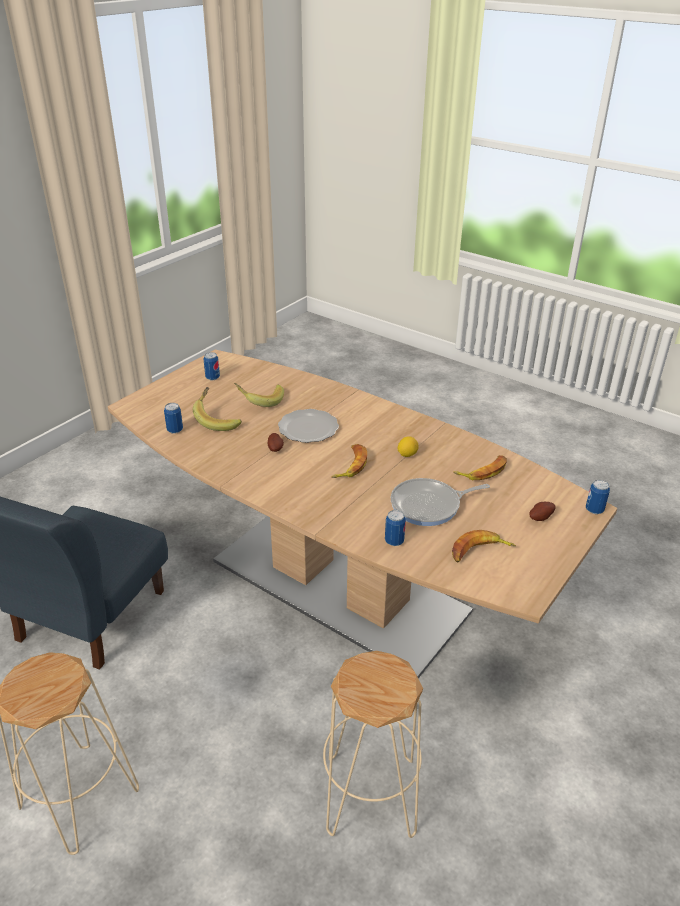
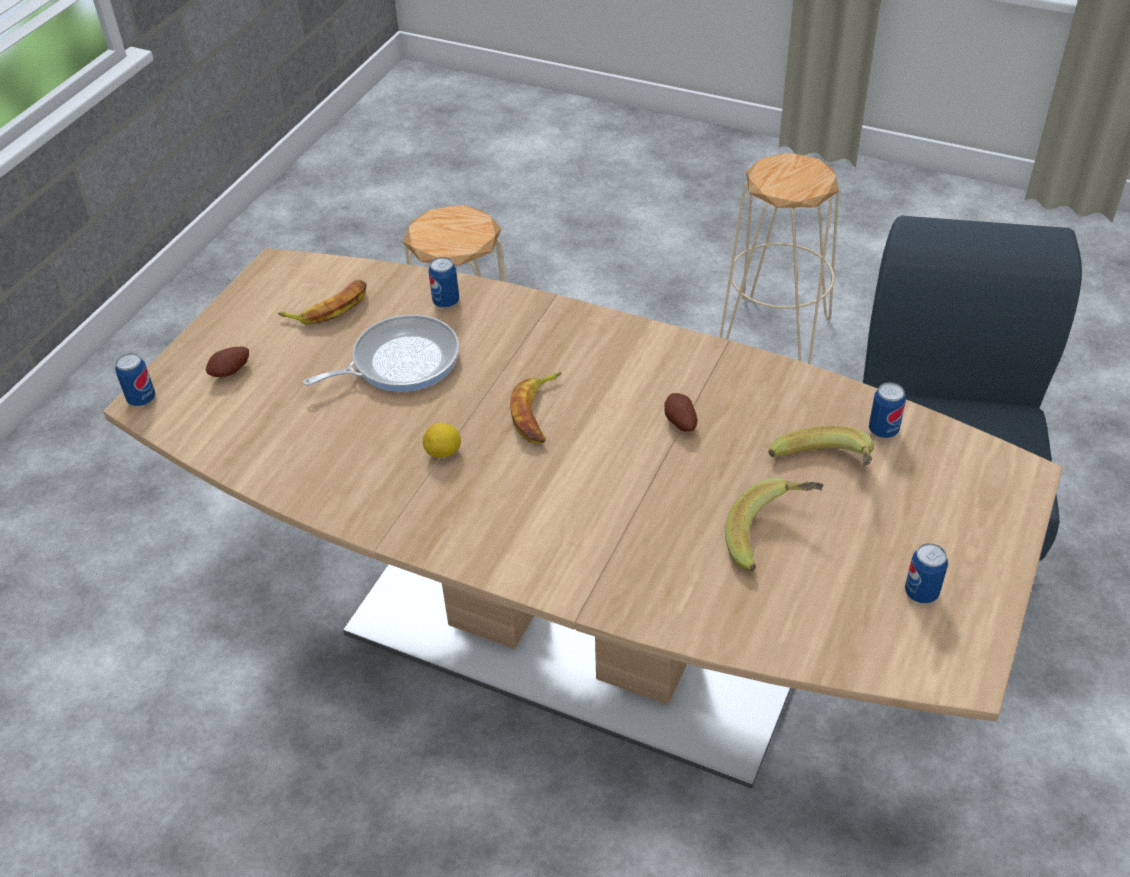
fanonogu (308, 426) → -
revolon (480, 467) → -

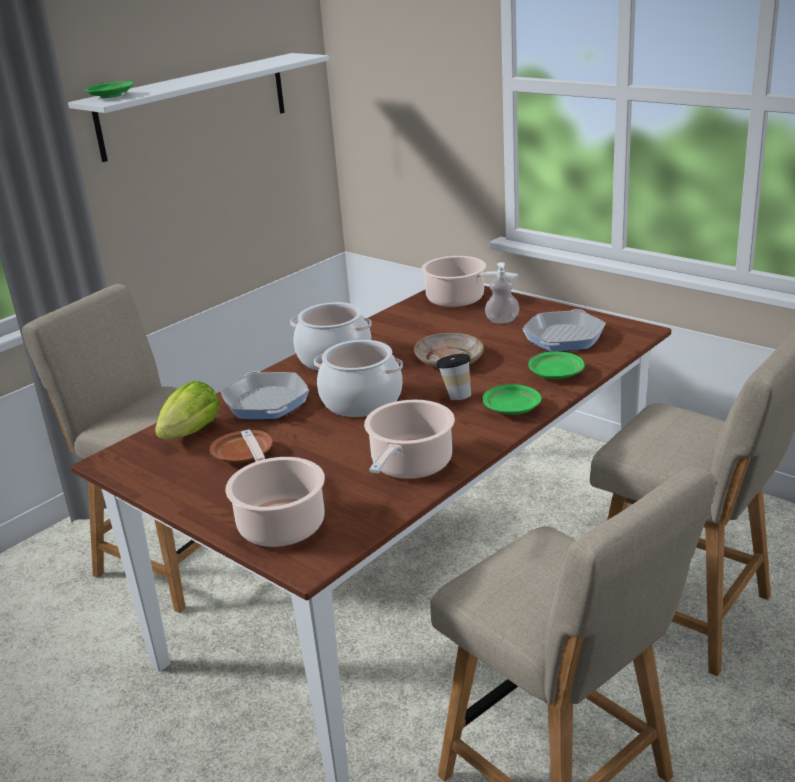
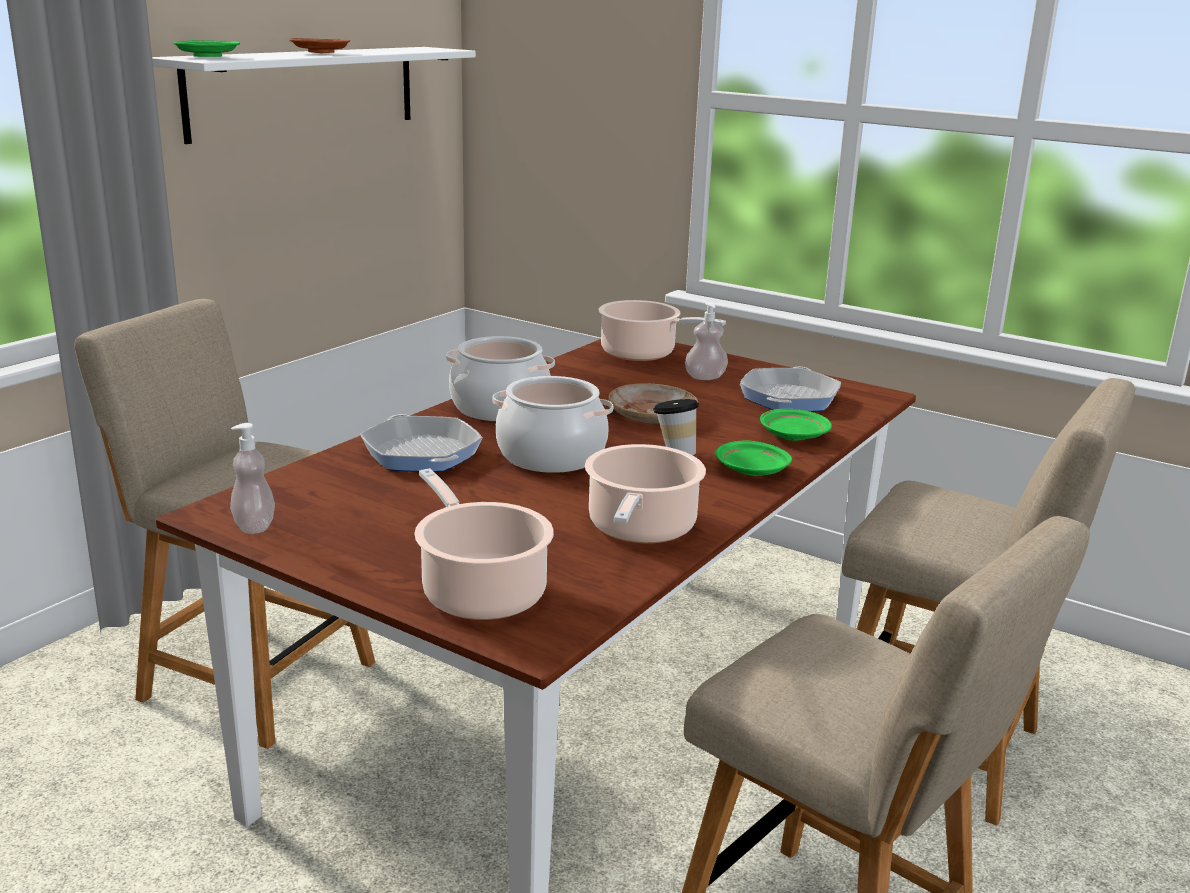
- → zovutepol (252, 478)
brown_fanonogu (241, 446) → brown_fanonogu (319, 45), shifted
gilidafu (187, 410) → -

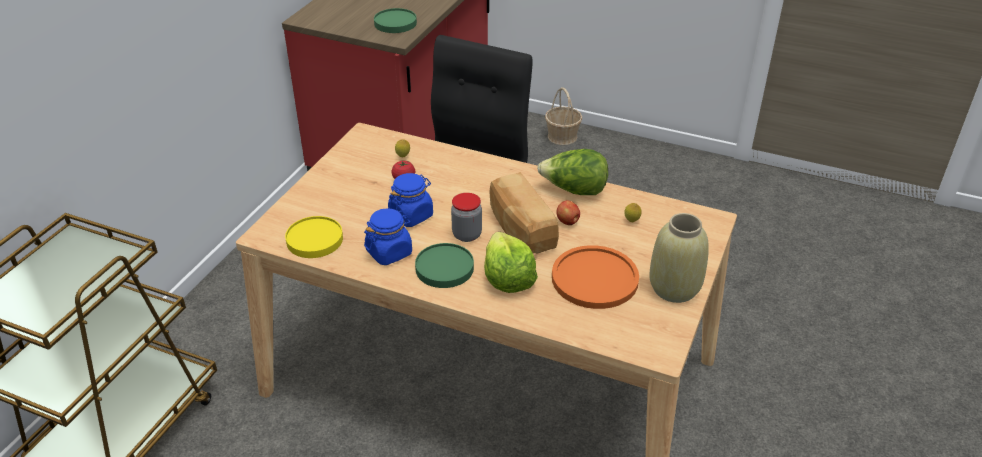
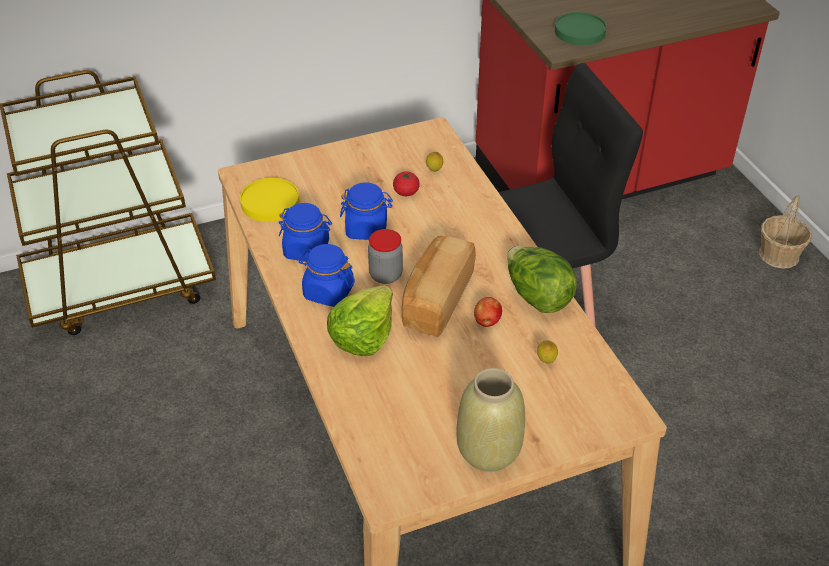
green_fanonogu (444, 265) → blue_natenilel (327, 275)
orange_fanonogu (595, 277) → -

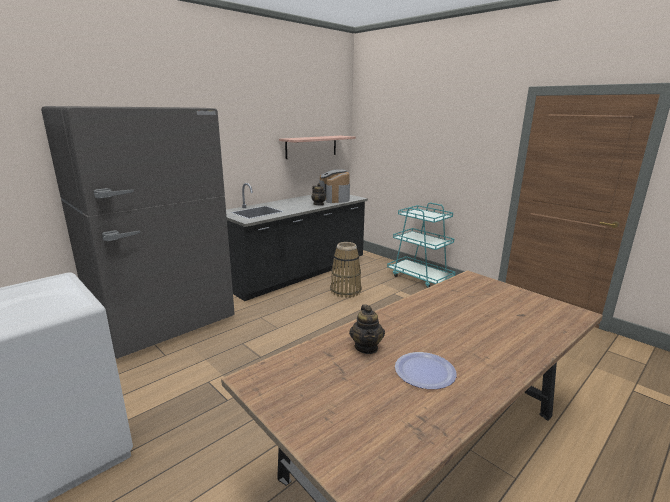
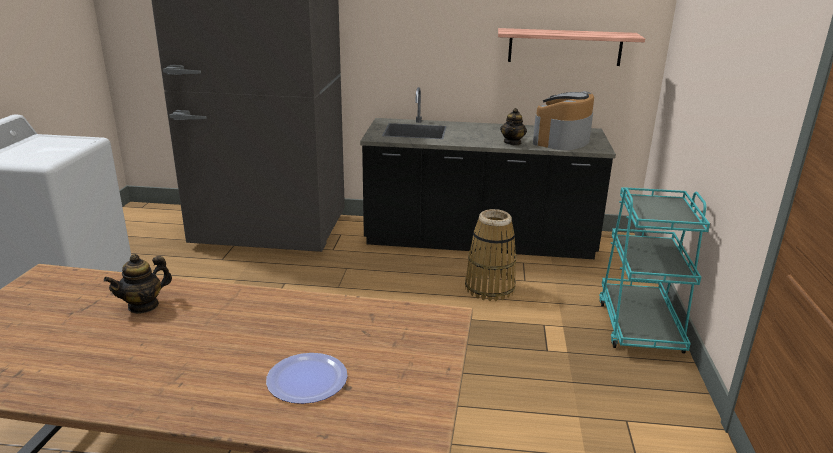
fanonogu (426, 370) → fanonogu (307, 378), shifted

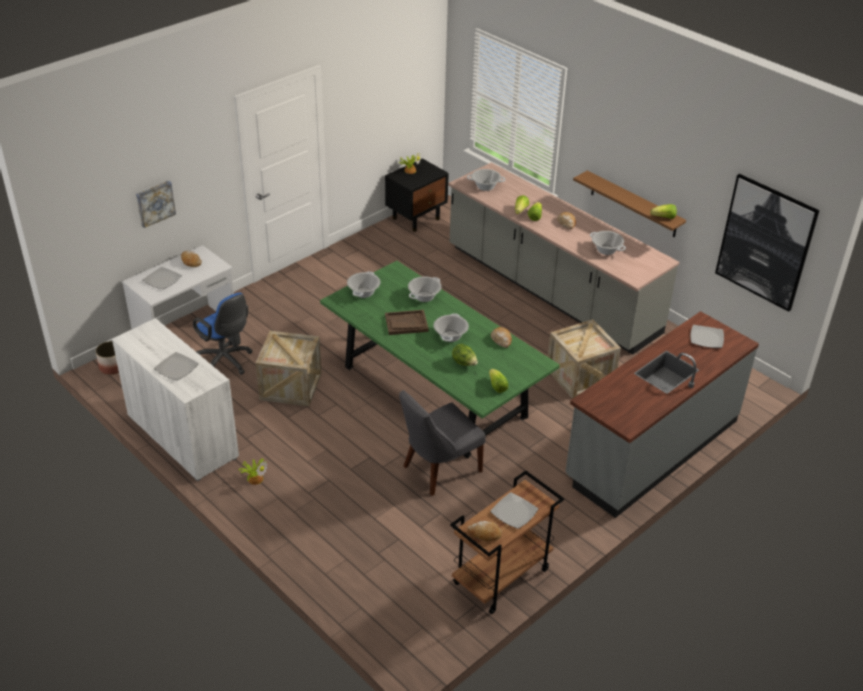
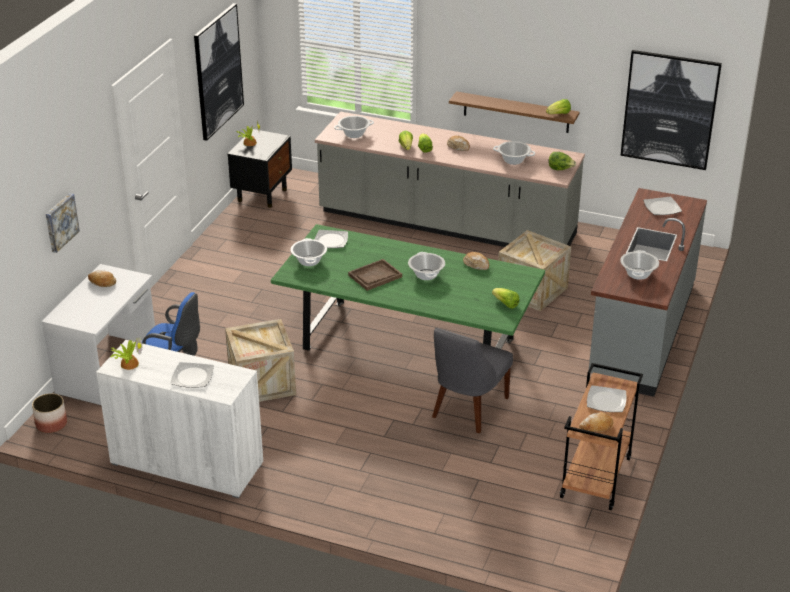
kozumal (253, 472) → kozumal (126, 353), shifted
- → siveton (219, 72)
fanonogu (162, 278) → fanonogu (331, 239), shifted
gilidafu (465, 355) → gilidafu (562, 161), shifted
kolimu (425, 289) → kolimu (639, 265), shifted

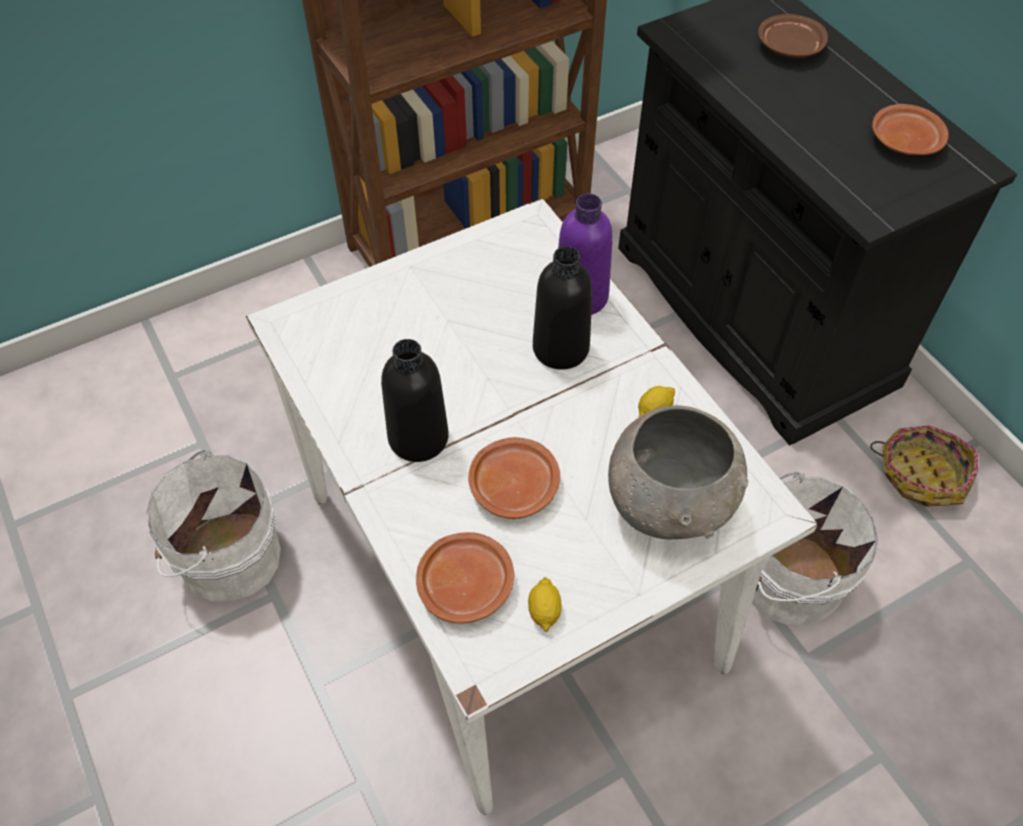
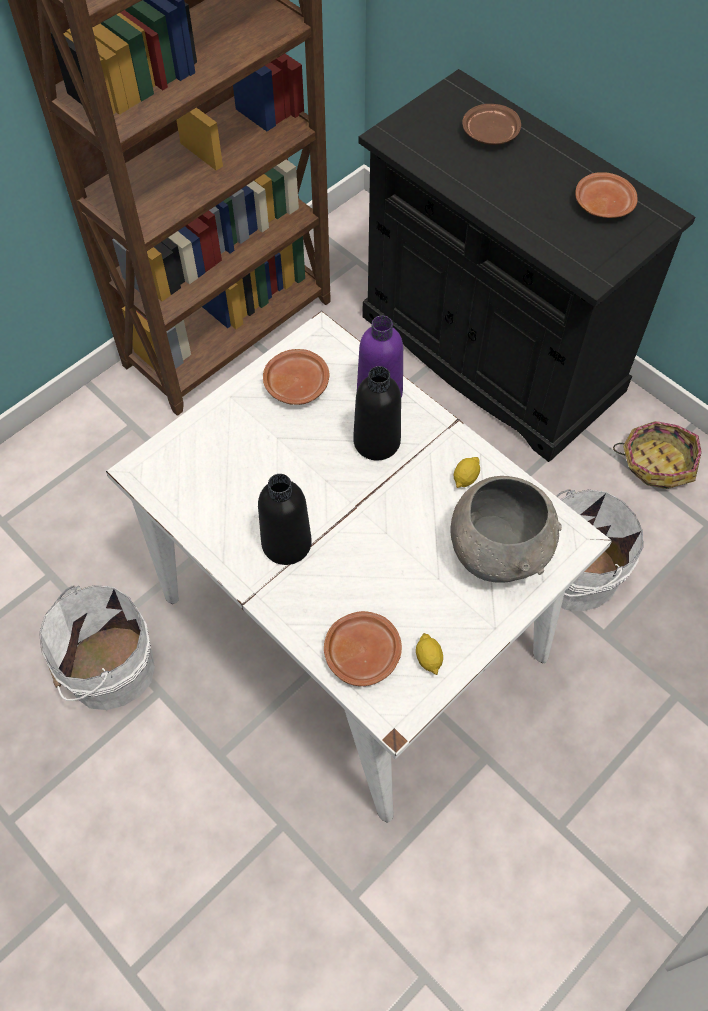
brown_fanonogu (514, 478) → brown_fanonogu (296, 377), shifted

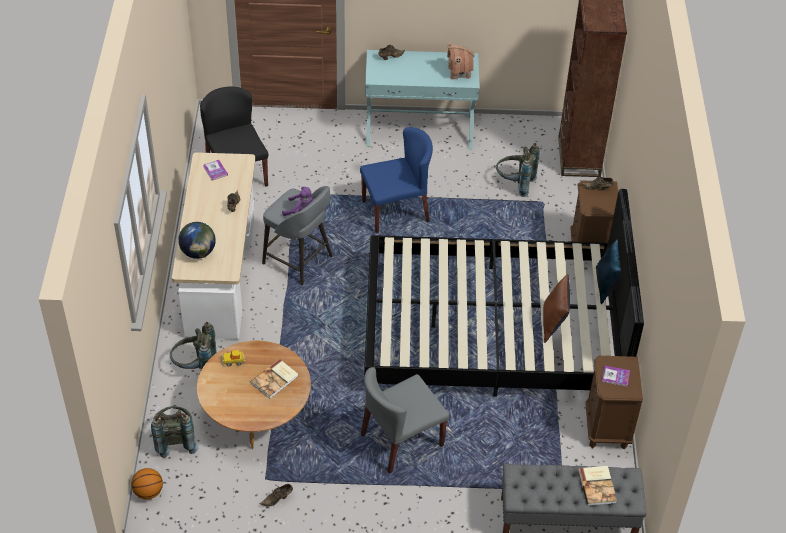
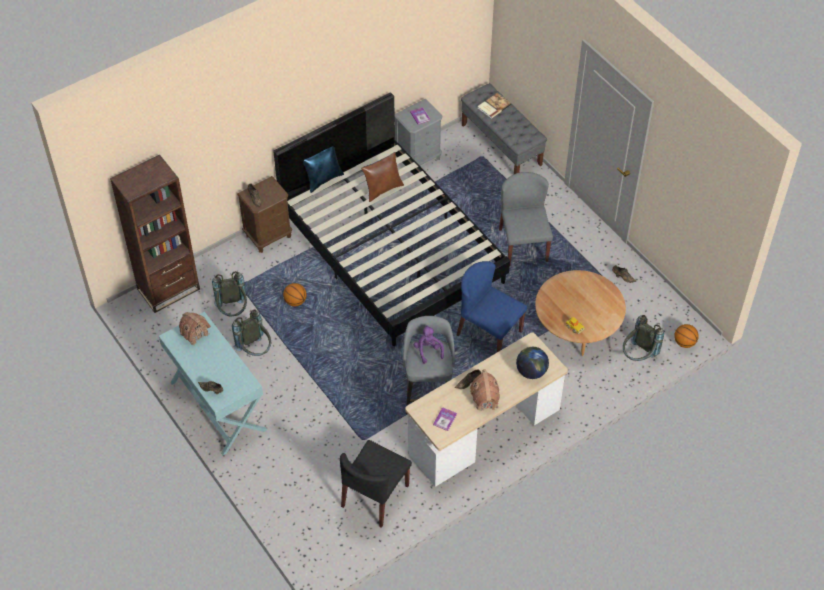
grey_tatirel (193, 346) → grey_tatirel (251, 332), shifted
- → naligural (295, 294)
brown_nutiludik (614, 402) → grey_nutiludik (418, 136)
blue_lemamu (396, 180) → blue_lemamu (492, 306), shifted
- → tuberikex (485, 390)
grey_lemamu (405, 420) → grey_lemamu (526, 218), 120 degrees counterclockwise
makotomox (275, 379) → -

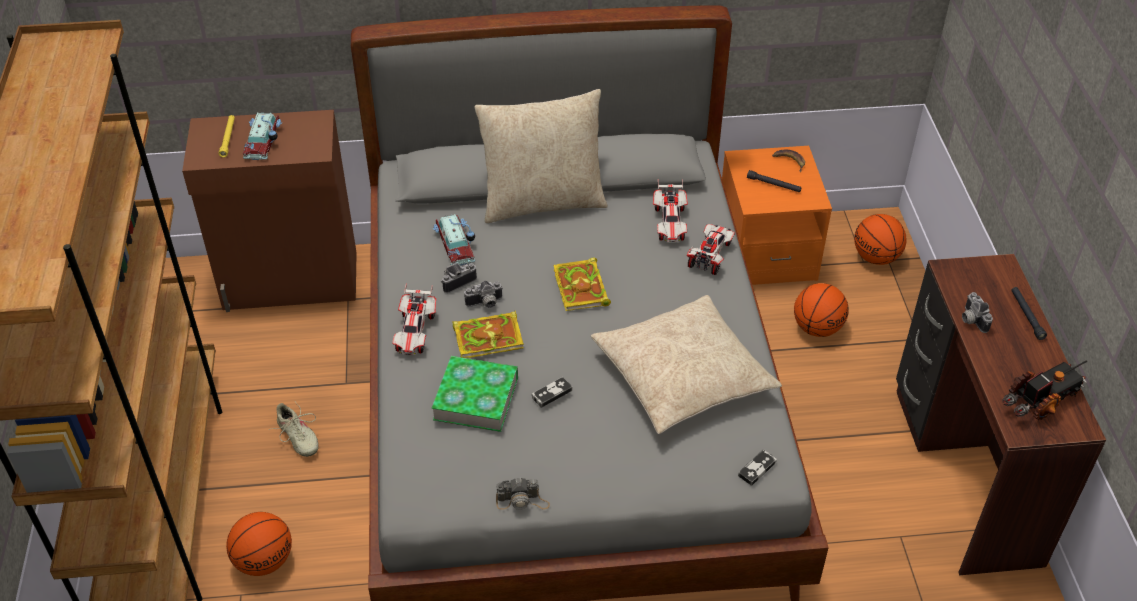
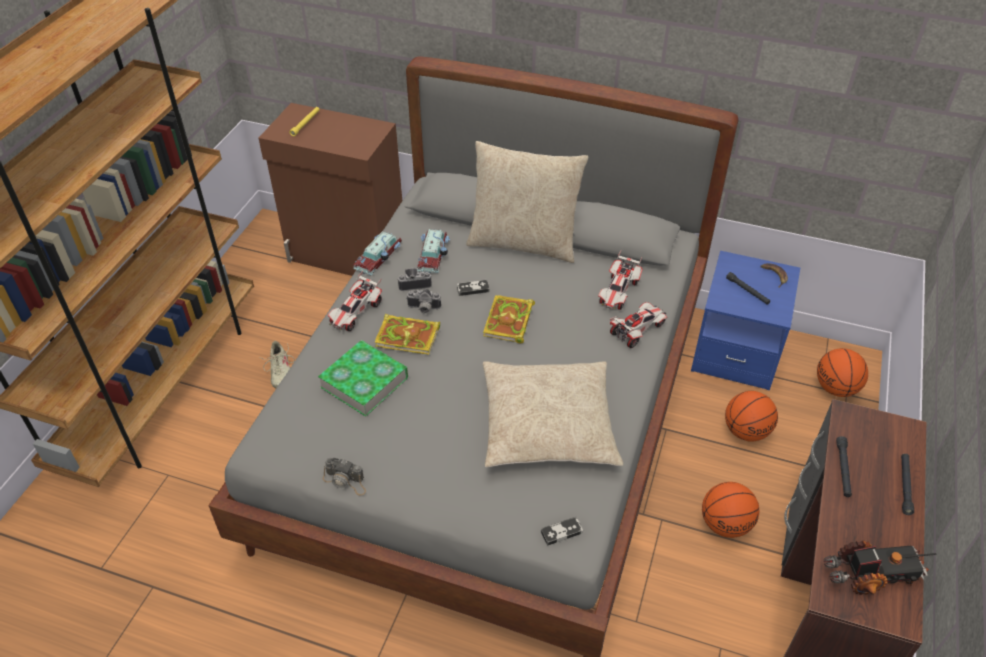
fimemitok (262, 136) → fimemitok (377, 253), shifted
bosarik (552, 392) → bosarik (473, 288), shifted
orange_nutiludik (777, 215) → blue_nutiludik (745, 320)
naligural (259, 544) → naligural (730, 510), shifted
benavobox (977, 312) → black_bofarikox (844, 466)

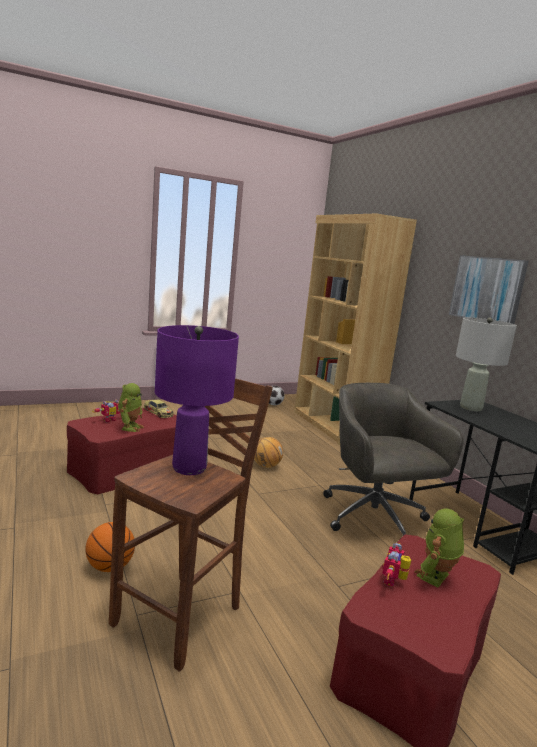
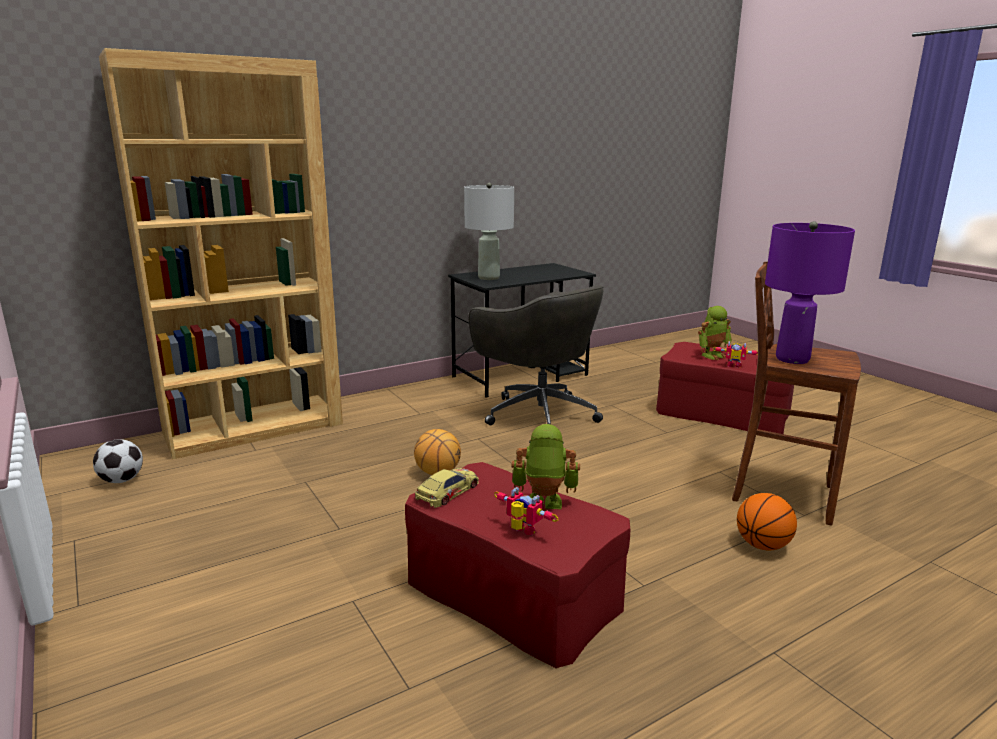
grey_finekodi (393, 461) → grey_finekodi (536, 355), 105 degrees counterclockwise
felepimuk (439, 548) → felepimuk (715, 333), 60 degrees counterclockwise
siveton (489, 289) → -

